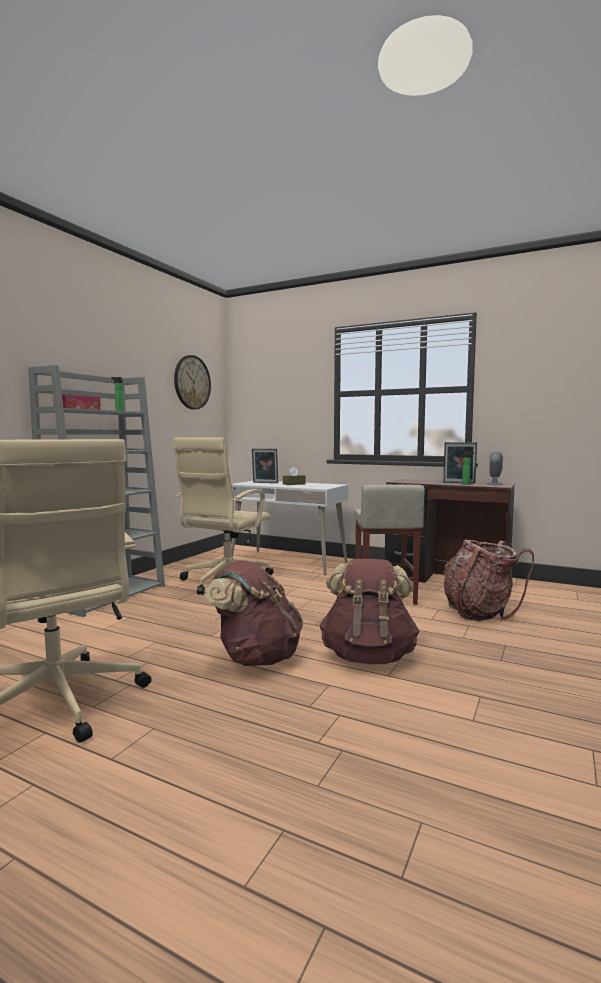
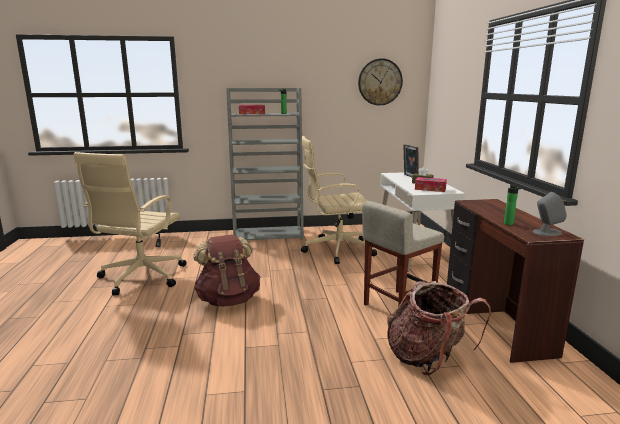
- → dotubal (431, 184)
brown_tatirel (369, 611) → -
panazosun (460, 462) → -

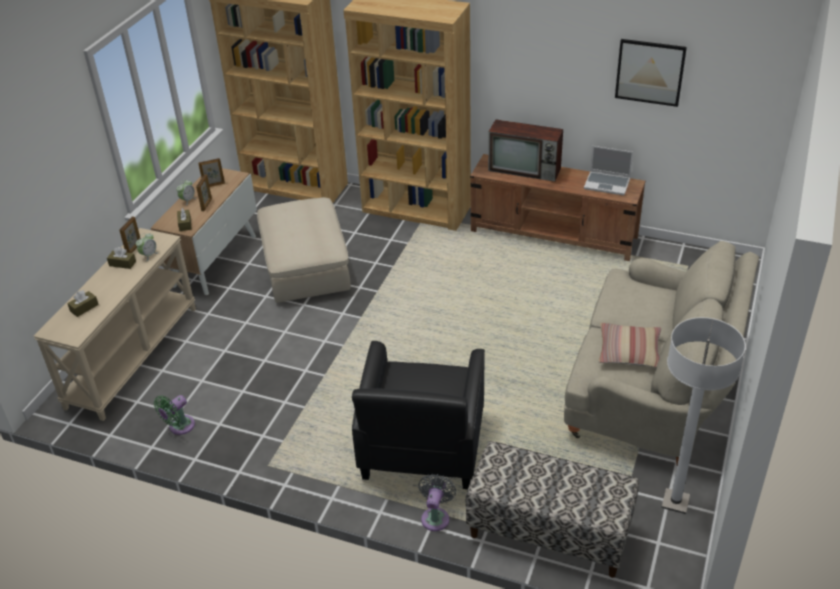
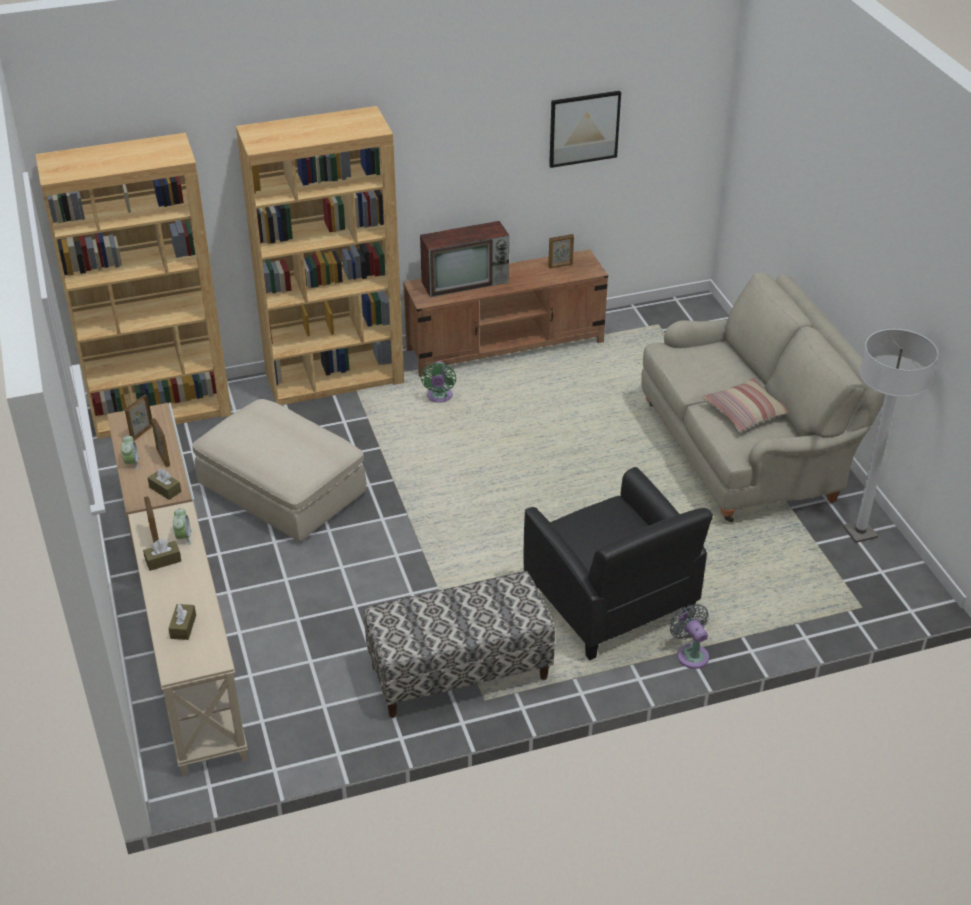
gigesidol (552, 509) → gigesidol (459, 644), shifted
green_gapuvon (174, 415) → green_gapuvon (438, 382), shifted
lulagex (608, 170) → panazosun (561, 251)

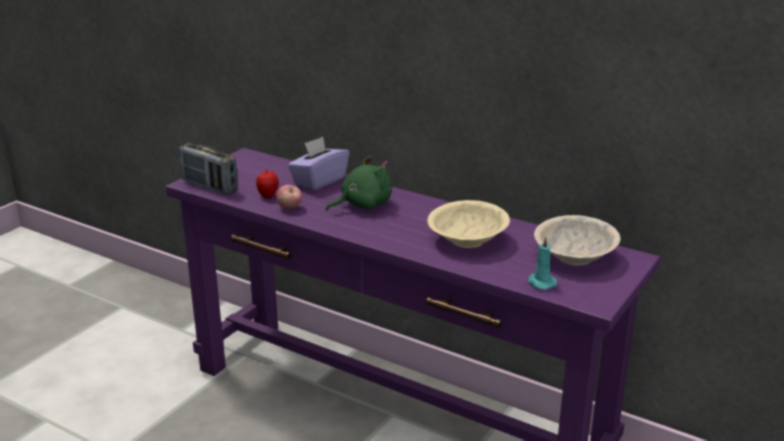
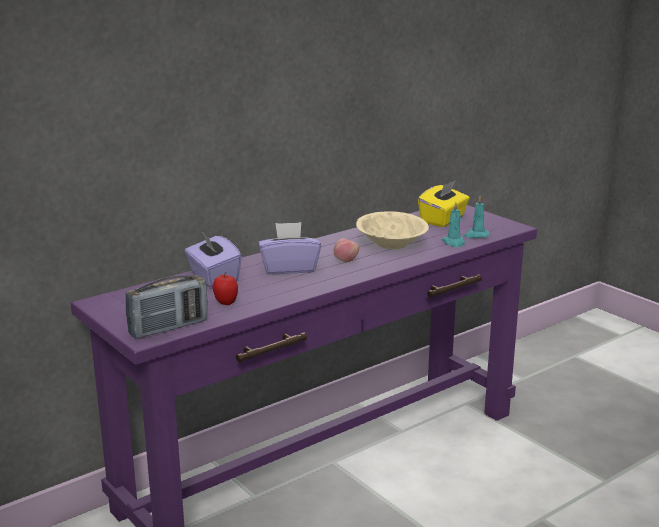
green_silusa (359, 183) → purple_dotubal (289, 248)
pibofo (289, 197) → pibofo (346, 250), shifted
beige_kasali (577, 240) → yellow_dotubal (444, 203)
- → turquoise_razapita (453, 224)

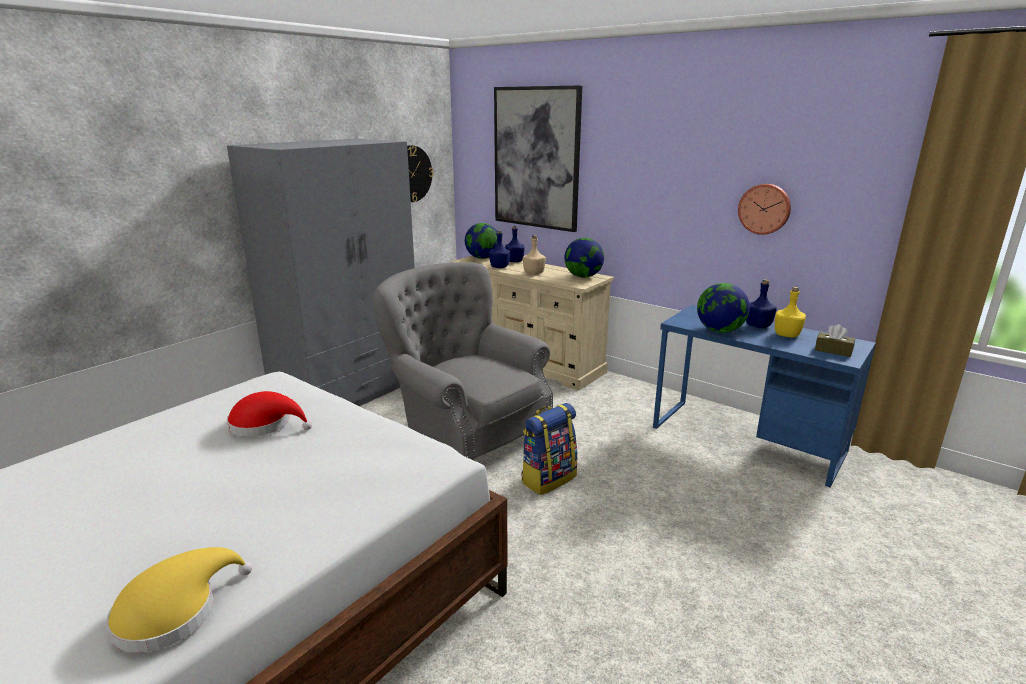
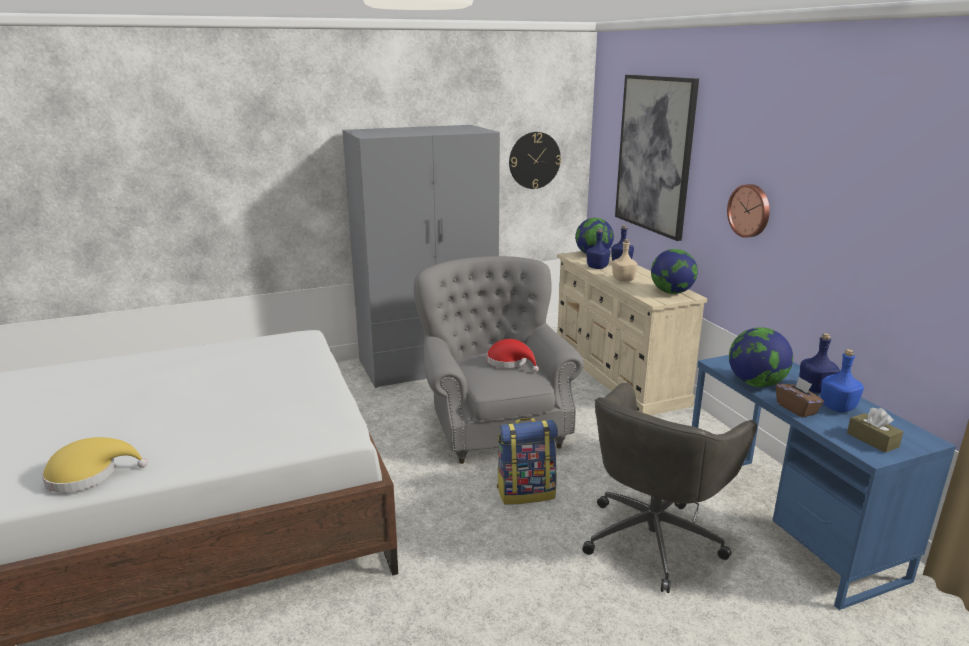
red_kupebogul (269, 414) → red_kupebogul (513, 355), shifted
- → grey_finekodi (669, 488)
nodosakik (764, 209) → nodosakik (748, 211), shifted
- → brown_dotubal (800, 397)
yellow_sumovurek (790, 312) → blue_sumovurek (842, 381)

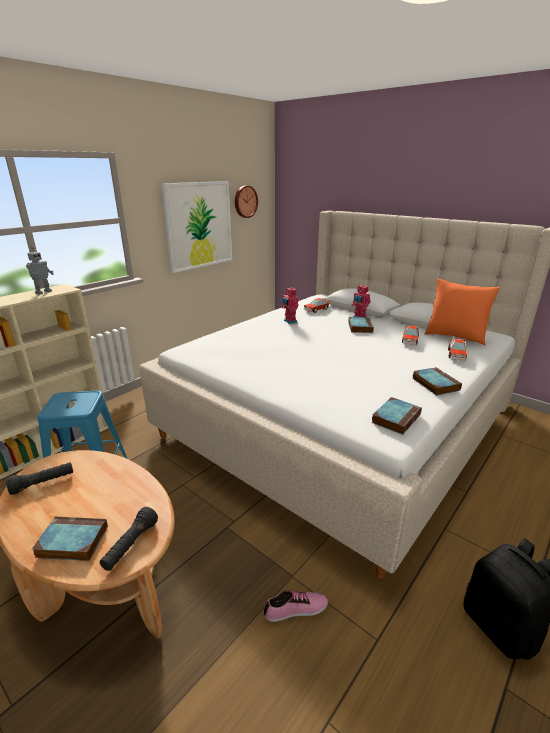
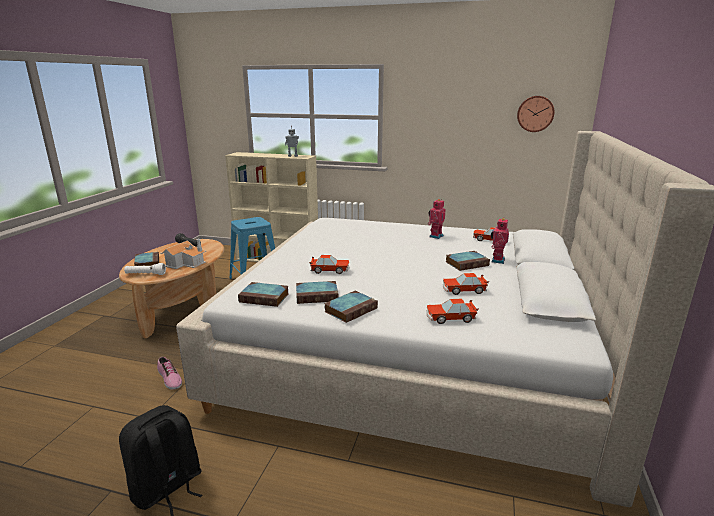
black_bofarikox (129, 539) → white_bofarikox (145, 269)
- → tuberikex (183, 254)
- → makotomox (317, 292)
- → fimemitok (329, 264)
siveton (196, 227) → -
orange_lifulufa (462, 312) → -

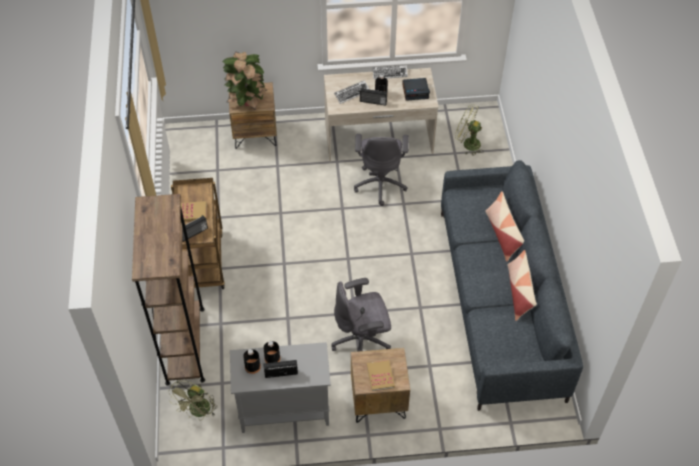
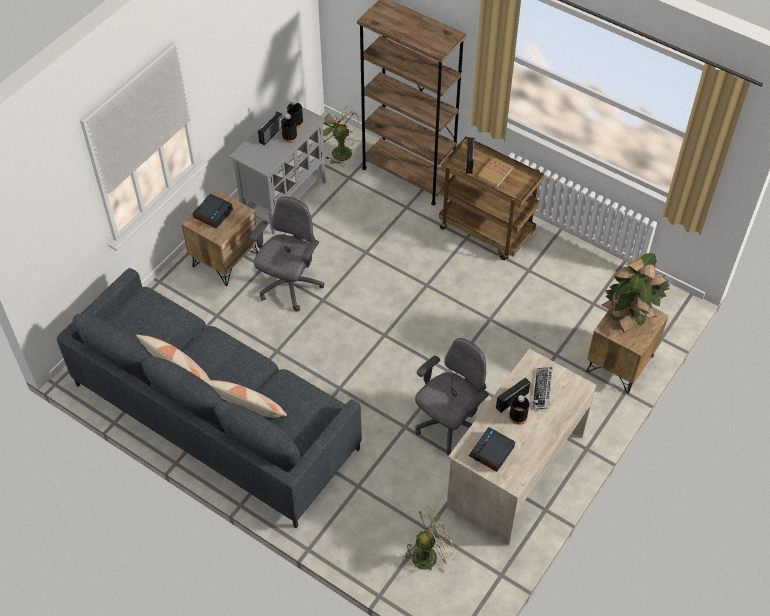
makotomox (381, 375) → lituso (213, 211)
grey_finekodi (381, 170) → grey_finekodi (452, 397), 90 degrees clockwise
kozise (390, 72) → -

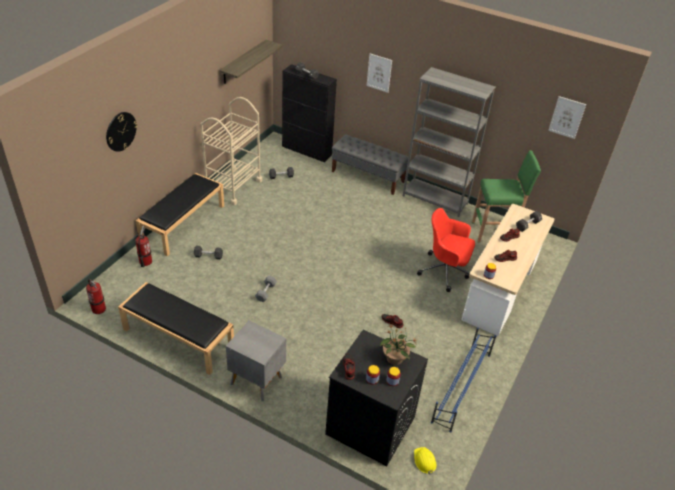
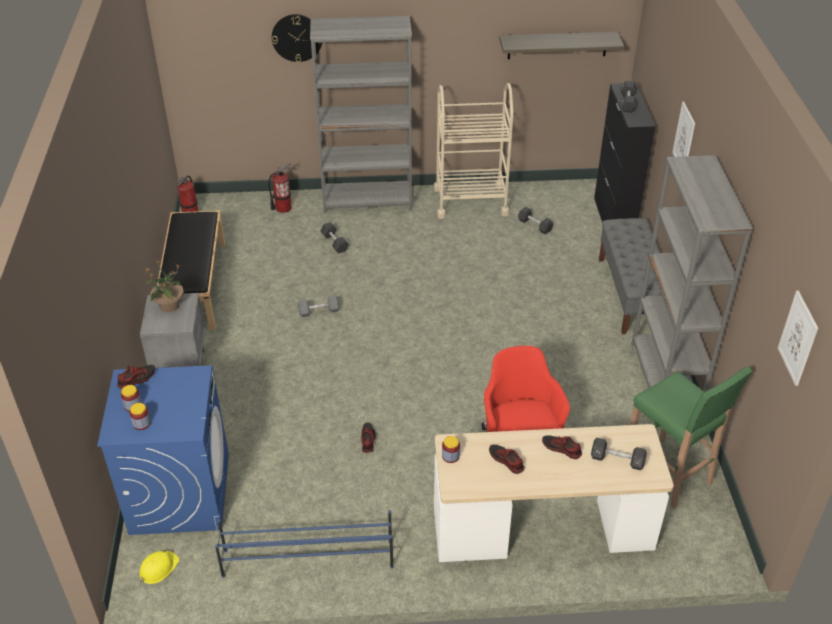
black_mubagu (376, 398) → blue_mubagu (163, 450)
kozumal (398, 345) → kozumal (164, 286), shifted
black_gigesidol (180, 214) → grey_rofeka (361, 114)

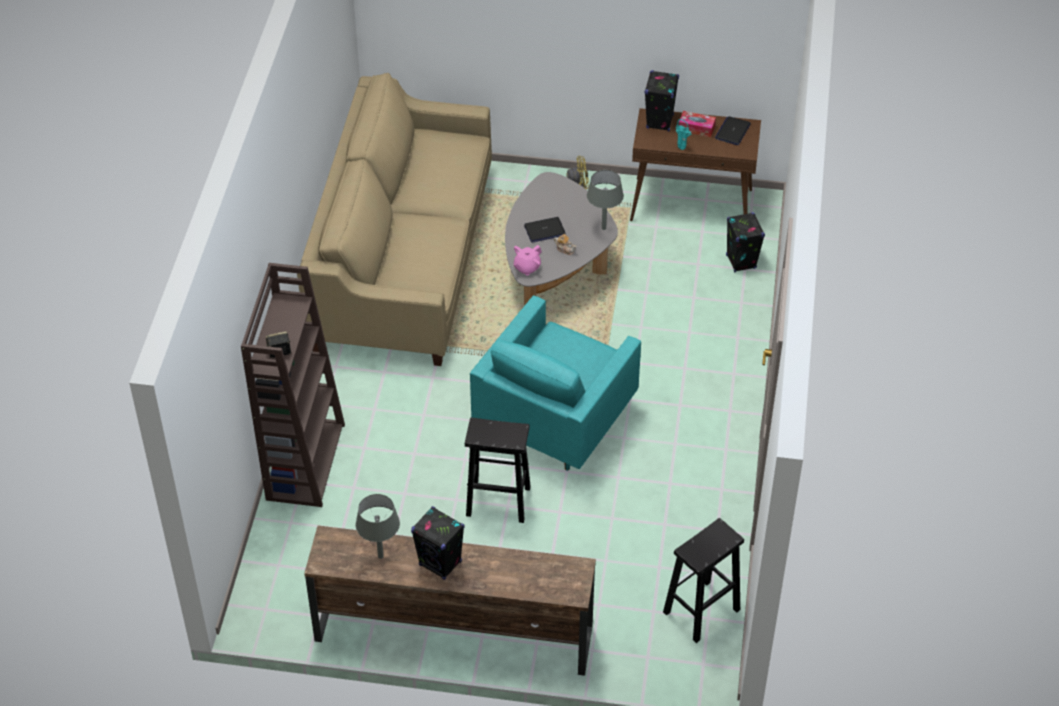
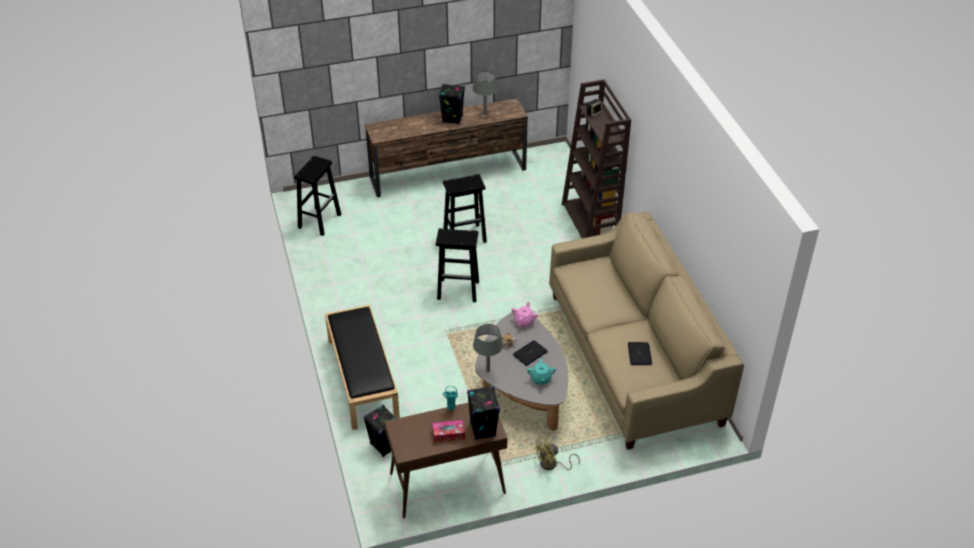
- → black_gigesidol (362, 367)
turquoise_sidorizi (555, 383) → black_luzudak (457, 265)
- → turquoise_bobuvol (541, 371)
lulagex (733, 130) → lulagex (640, 353), shifted

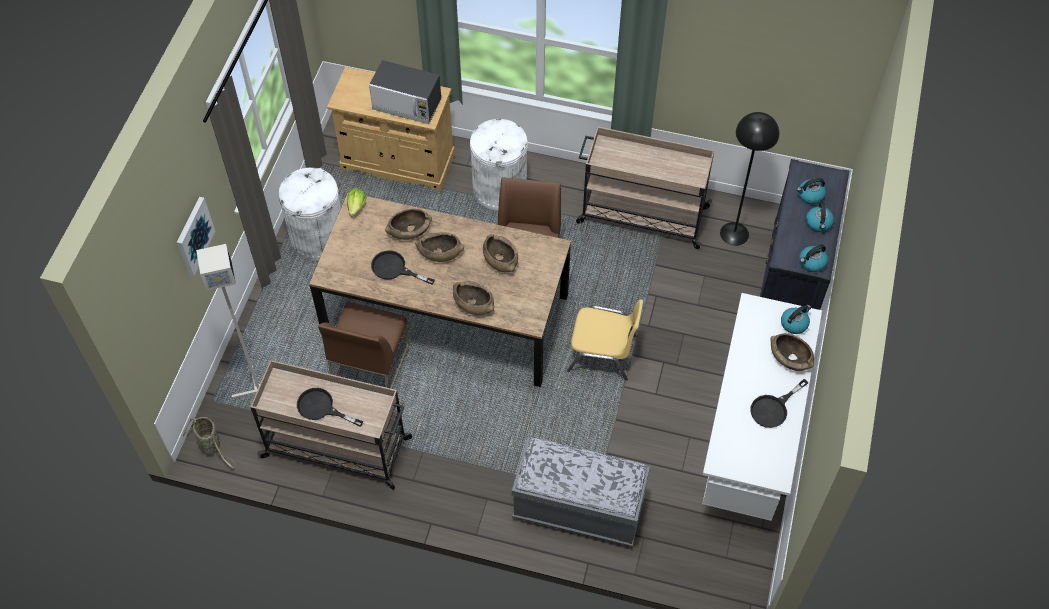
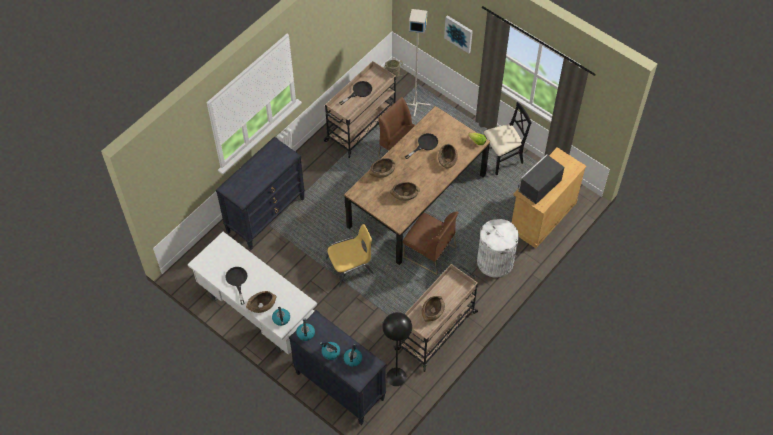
grey_gigesidol (581, 492) → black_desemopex (260, 193)
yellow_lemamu (605, 340) → yellow_lemamu (350, 255), 150 degrees counterclockwise
brown_kasali (439, 247) → brown_kasali (433, 309), shifted
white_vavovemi (310, 214) → black_lemamu (507, 138)

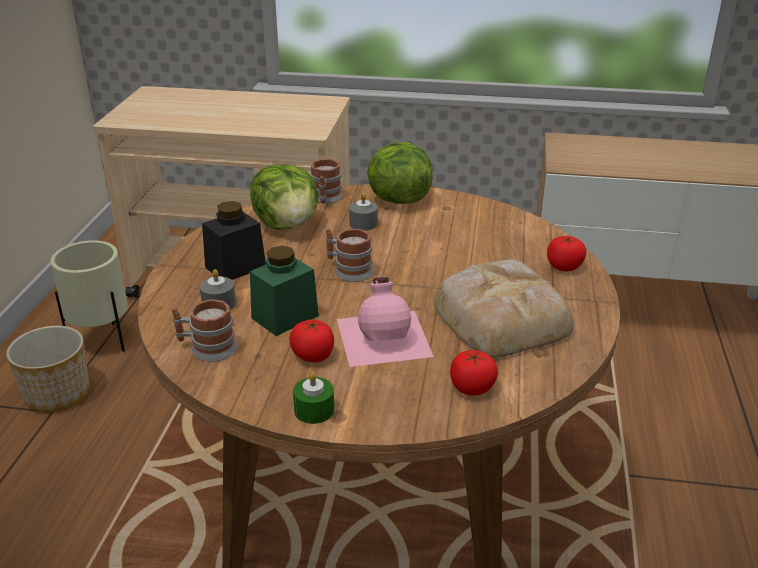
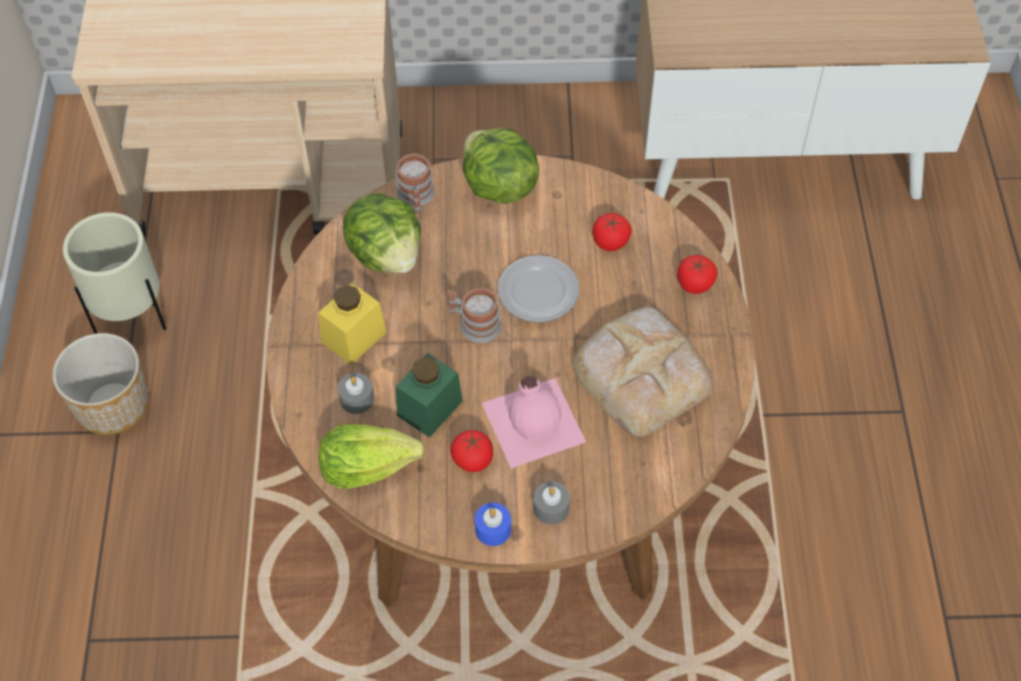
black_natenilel (234, 240) → yellow_natenilel (352, 324)
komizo (204, 330) → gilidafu (371, 456)
green_razapita (313, 398) → blue_razapita (493, 524)
- → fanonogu (538, 289)
grey_razapita (363, 212) → grey_razapita (551, 502), shifted
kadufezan (474, 373) → kadufezan (612, 232), shifted

